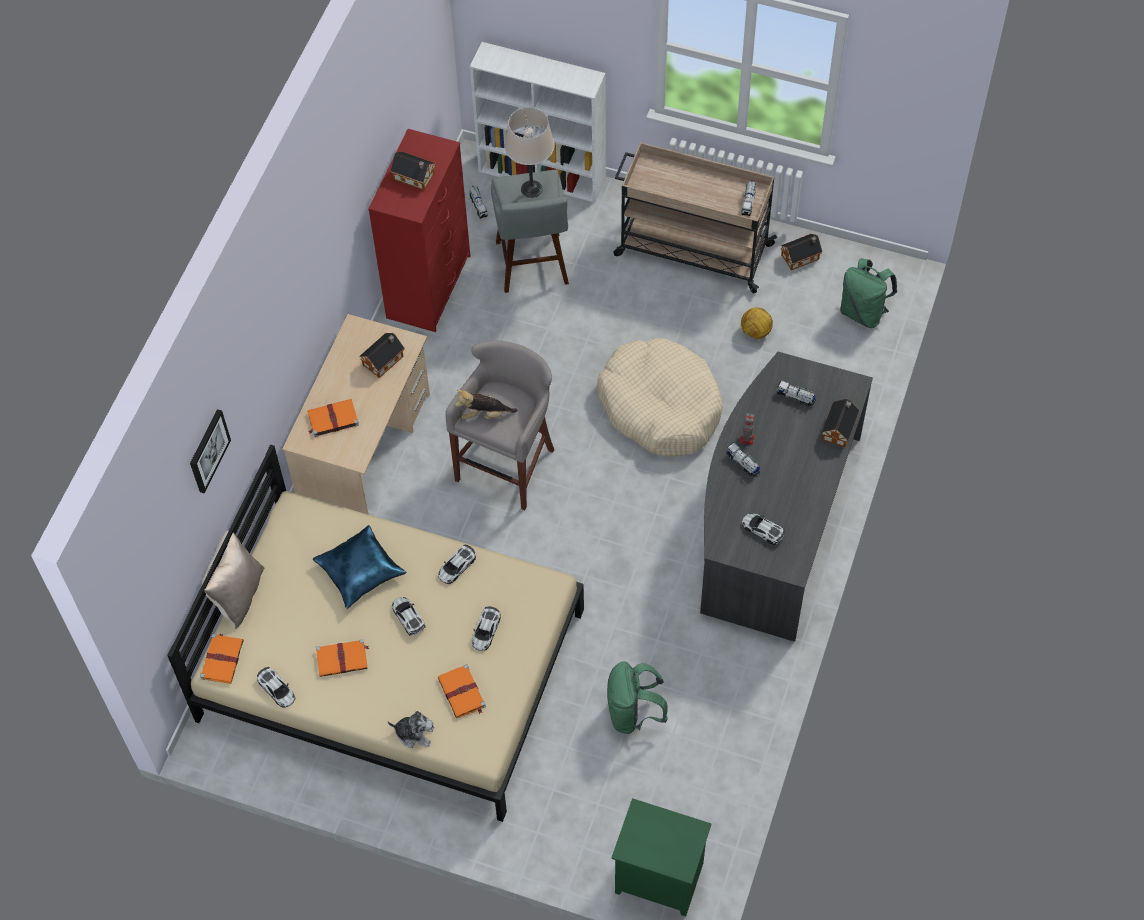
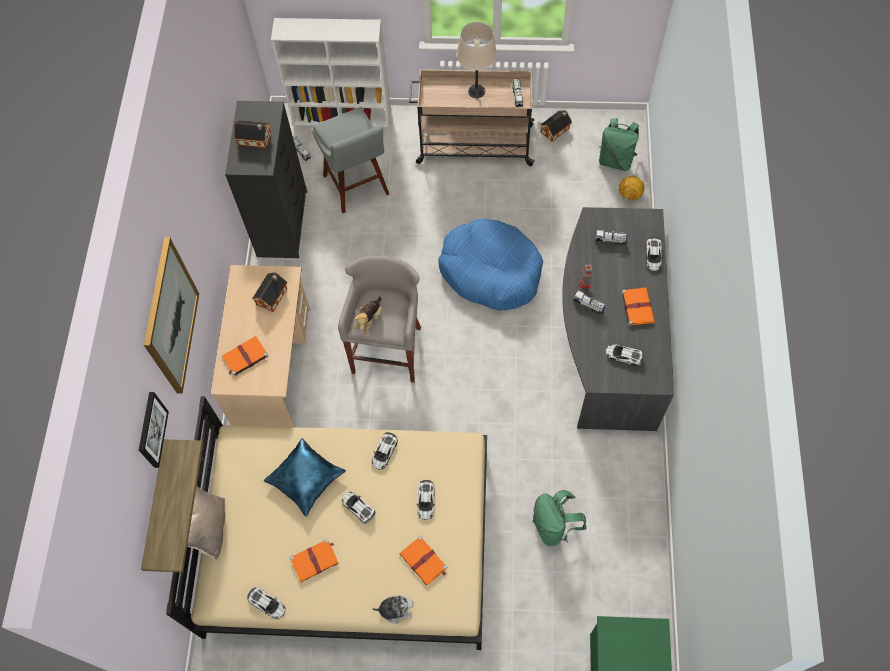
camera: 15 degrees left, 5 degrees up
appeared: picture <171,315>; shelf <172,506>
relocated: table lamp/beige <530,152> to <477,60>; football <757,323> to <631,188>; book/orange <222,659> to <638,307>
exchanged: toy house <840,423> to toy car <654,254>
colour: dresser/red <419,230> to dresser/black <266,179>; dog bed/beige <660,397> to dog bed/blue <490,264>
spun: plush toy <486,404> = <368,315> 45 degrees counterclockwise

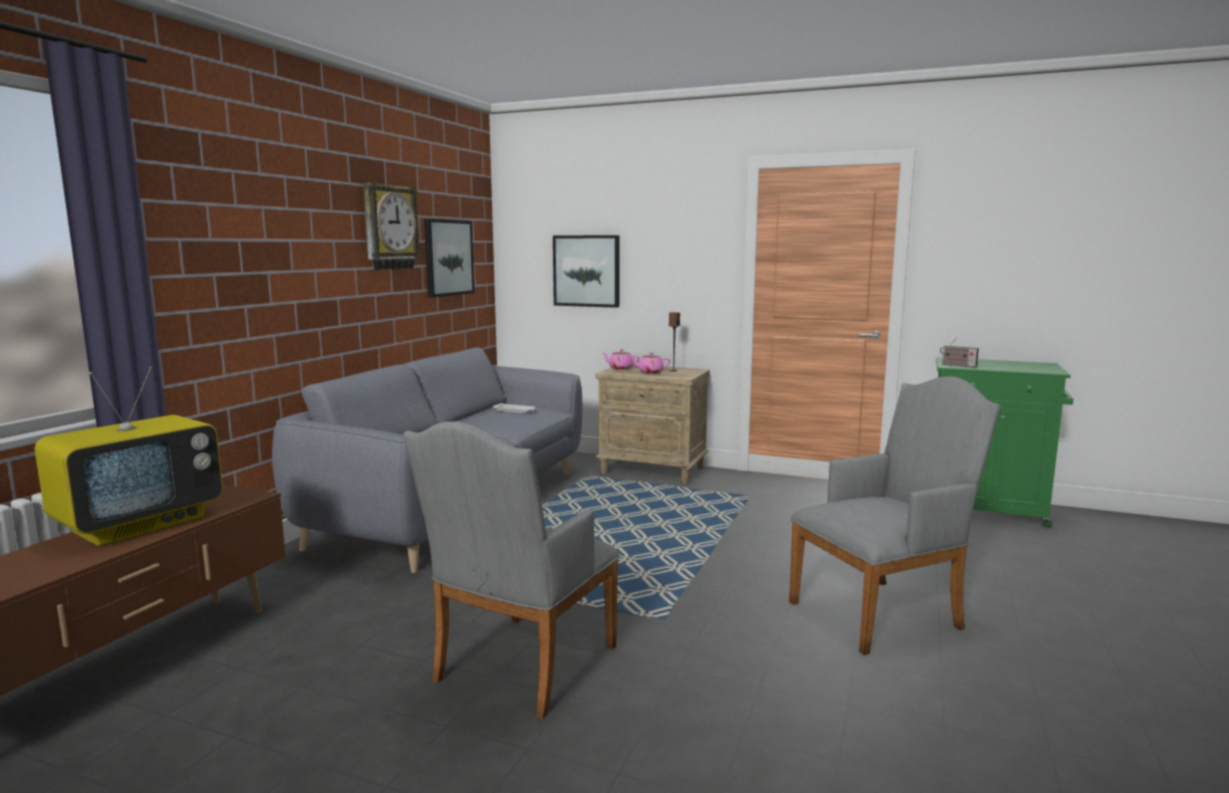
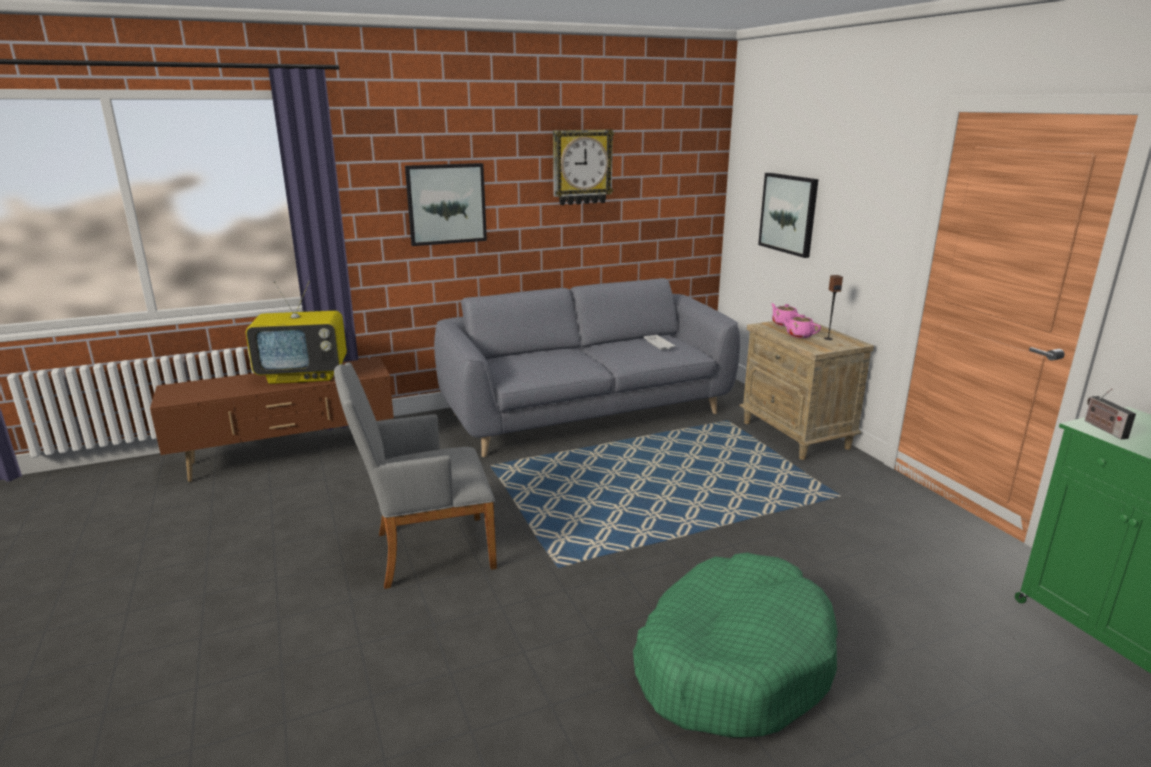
camera: 45 degrees right, 10 degrees up
relocated: picture <449,258> to <446,204>
exchanged: armchair/grey <895,516> to dog bed/green <735,645>

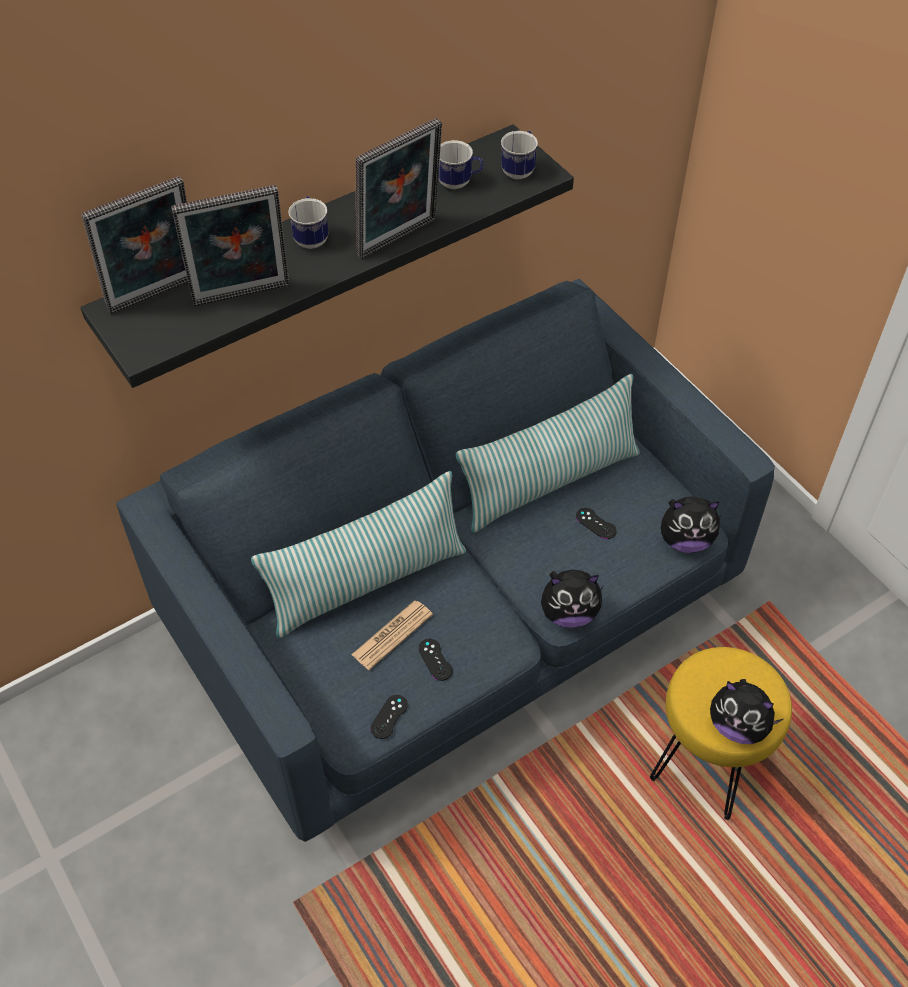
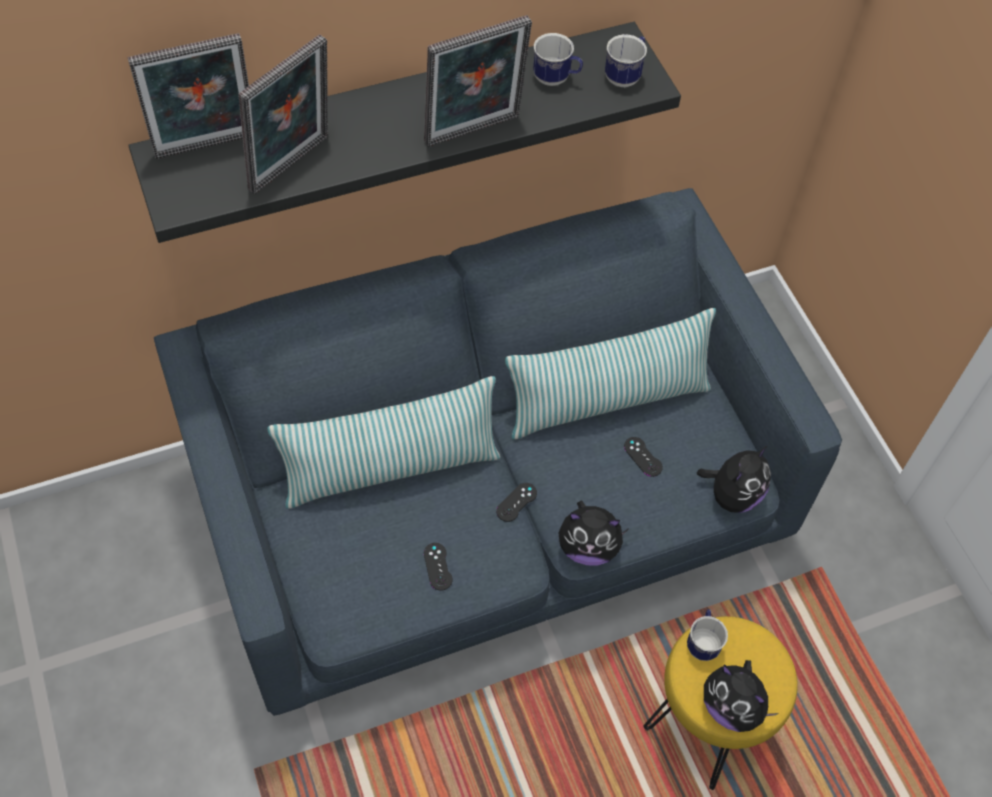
camera: 10 degrees right, 5 degrees up
missing: newspaper <392,635>
relocated: mug <308,222> to <707,635>; game controller/black <389,717> to <516,502>
spun: picture frame <230,245> = <283,114> 45 degrees counterclockwise; plush toy <691,524> = <734,479> 60 degrees counterclockwise

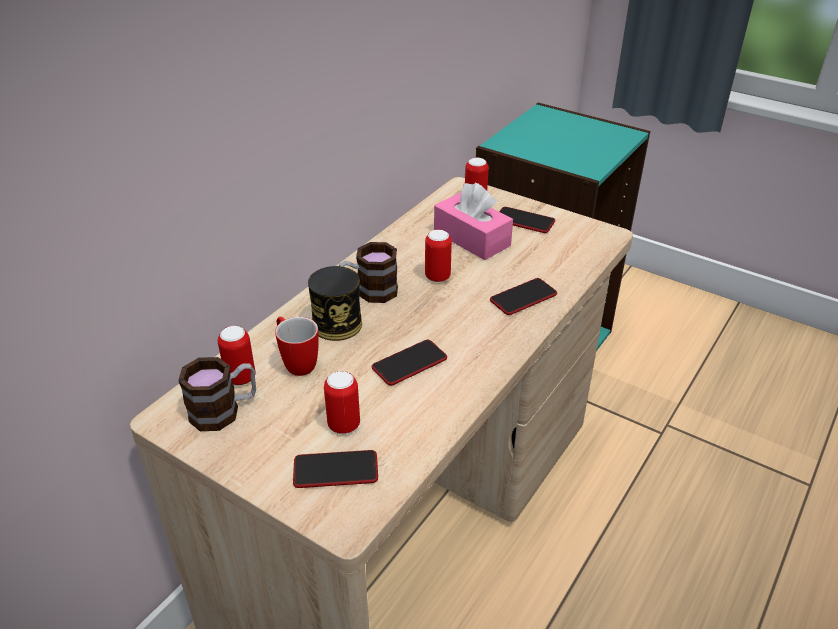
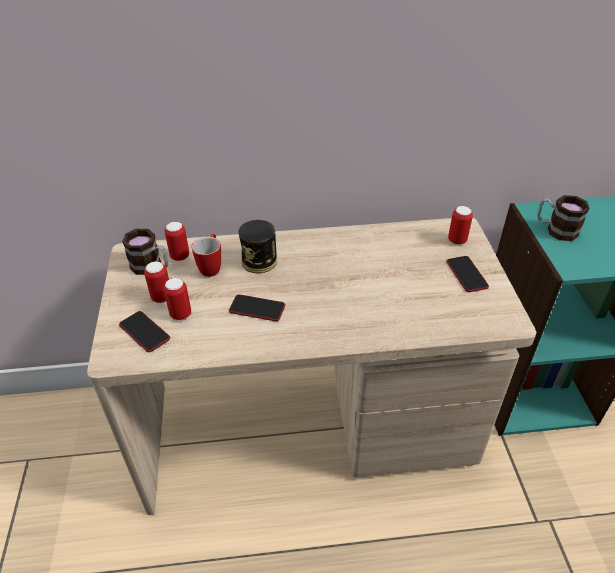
camera: 50 degrees right, 5 degrees up
missing: tissue box/pink <473,221>; phone <523,296>
relocated: can <438,256> to <156,282>; mug <368,272> to <563,218>

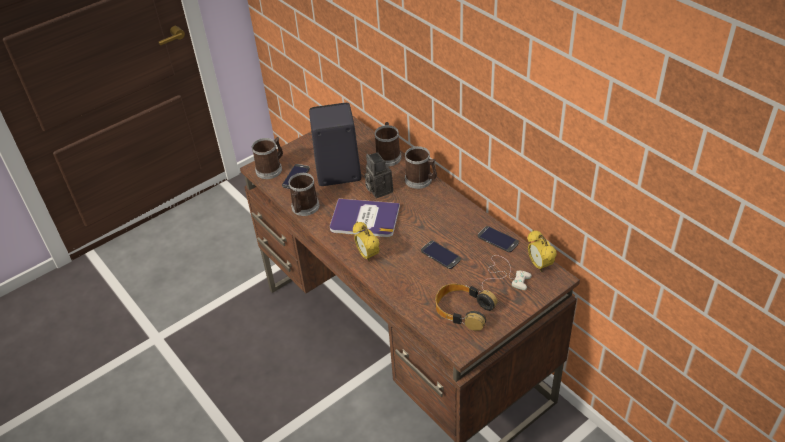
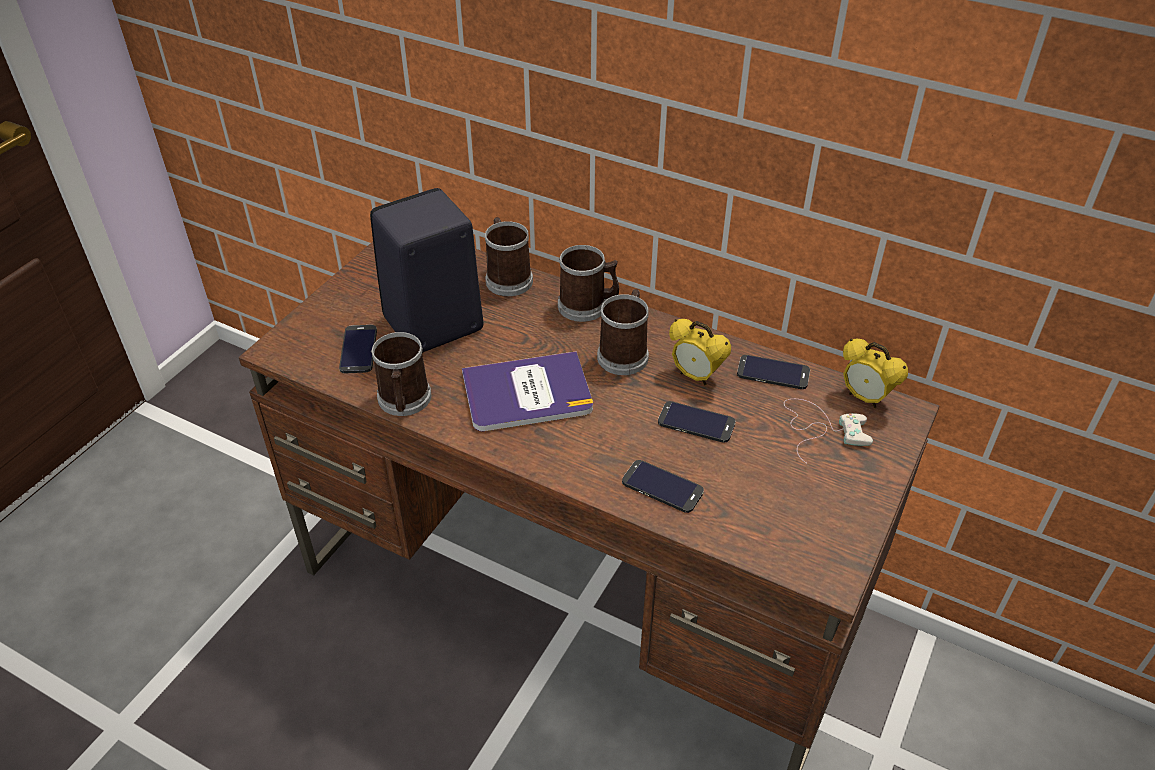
camera: 25 degrees left, 0 degrees up
missing: photo camera <378,175>; headphones <466,307>
appeared: phone <663,486>
relocated: mug <267,158> to <623,332>; alarm clock <366,242> to <700,352>

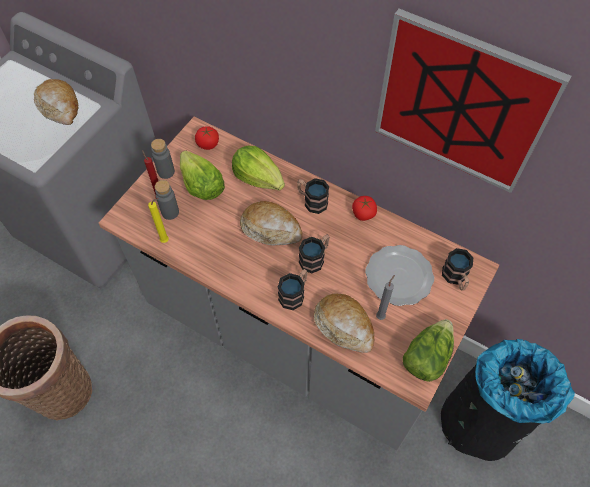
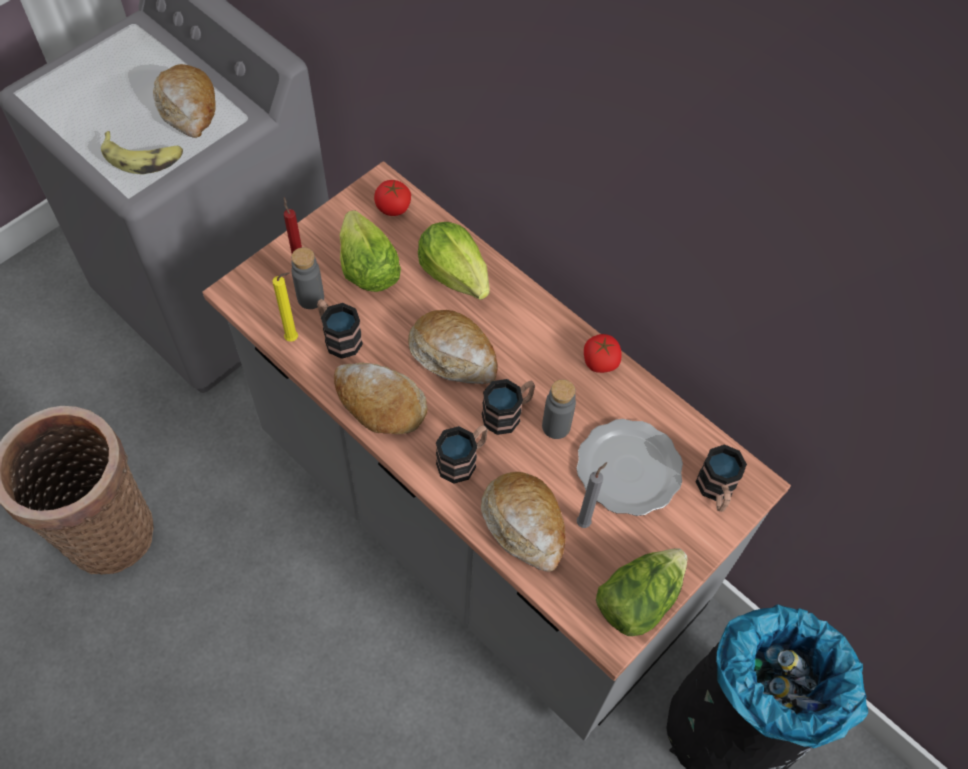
camera: 10 degrees right, 0 degrees up
missing: picture <473,101>
appeared: banana <142,152>; bread <380,398>
relocated: bottle/grey <163,159> to <559,409>; mug <313,196> to <340,329>

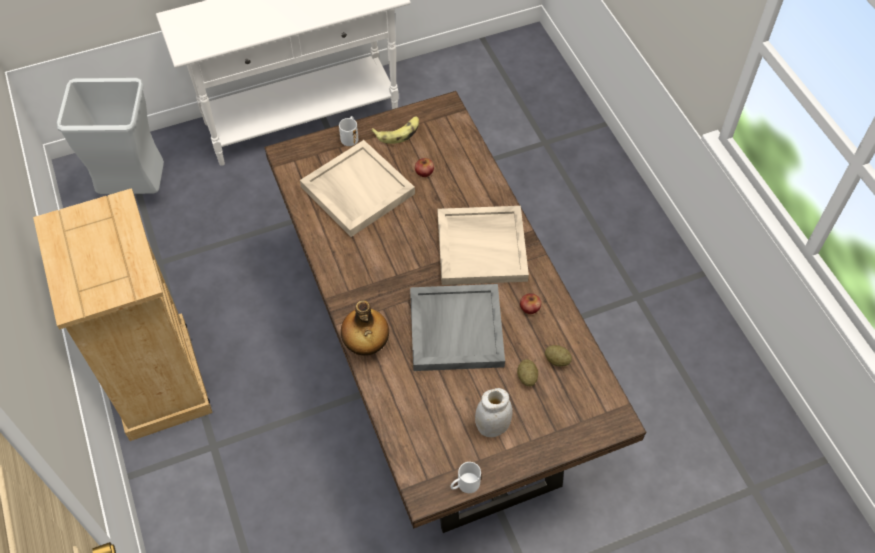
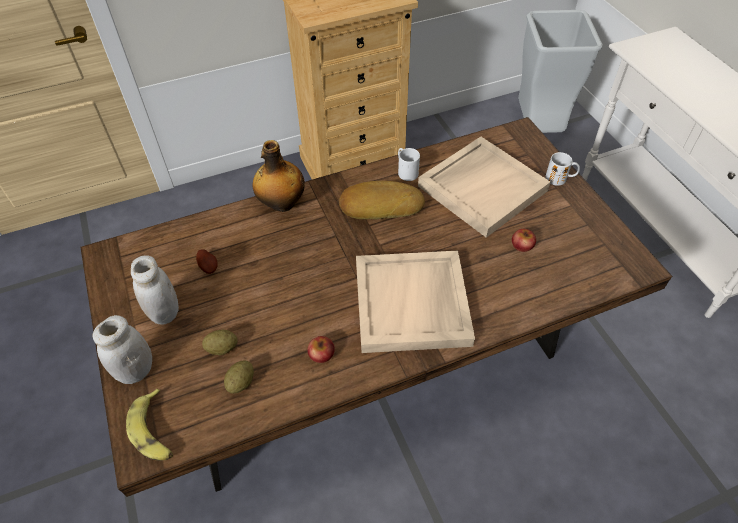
camera: 90 degrees right, 5 degrees down
missing: tray/grey <457,327>
appeared: bread <382,200>; potato <207,261>; jar/white <122,349>
relocated: banana <395,130> to <149,424>; mug/white <465,477> to <409,164>

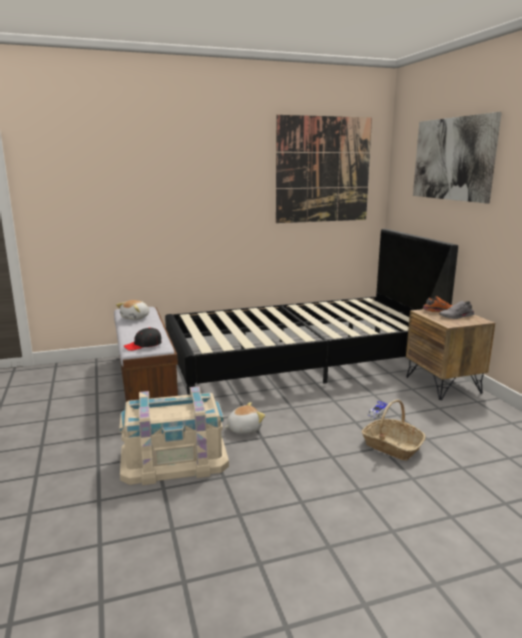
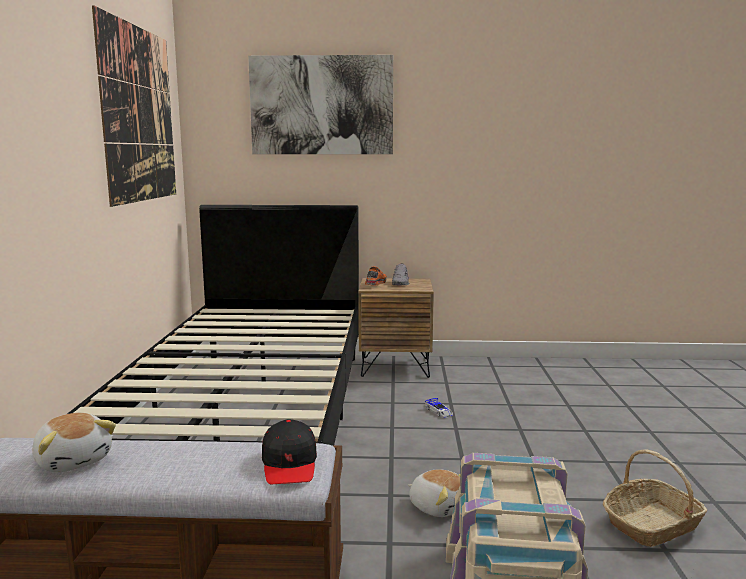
camera: 70 degrees left, 5 degrees down
relocated: basket <393,430> to <655,498>
spun: plush toy <244,418> = <434,493> 135 degrees clockwise

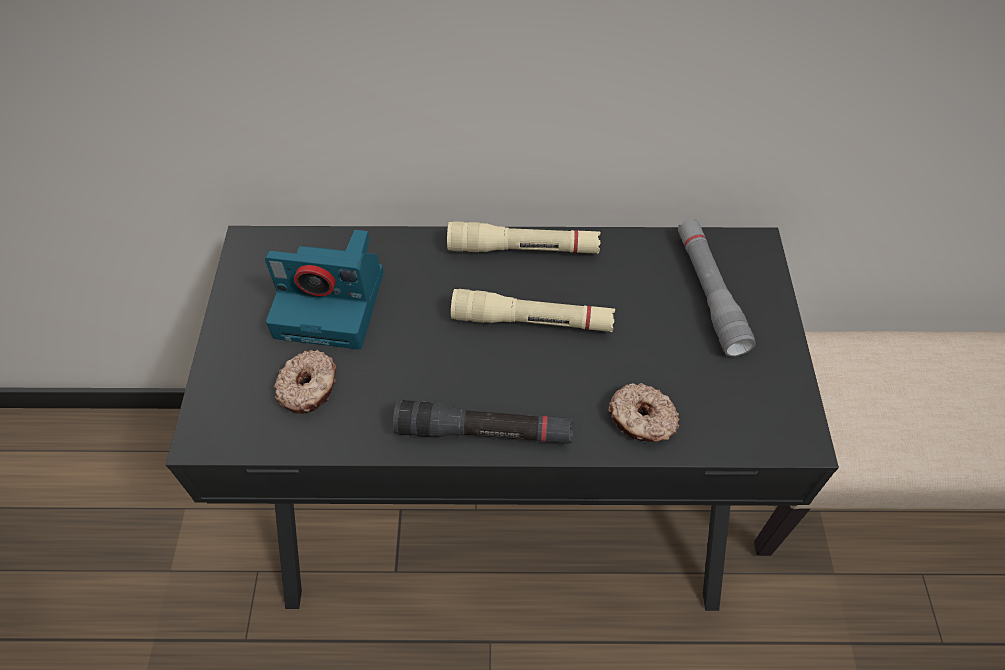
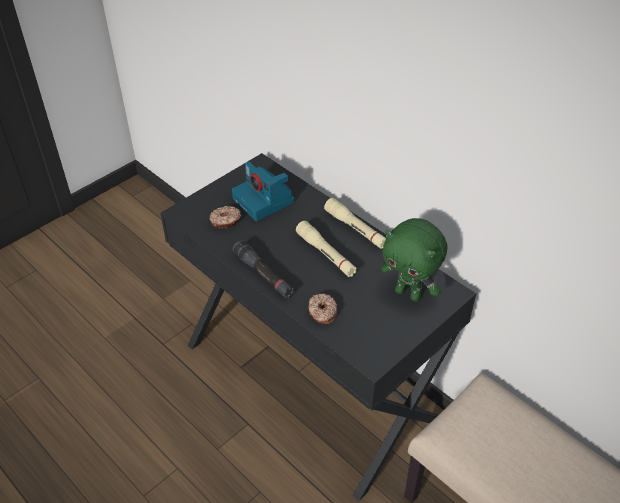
camera: 45 degrees right, 10 degrees down
exchanged: flashlight/grey <717,288> to plush toy/green <414,260>

